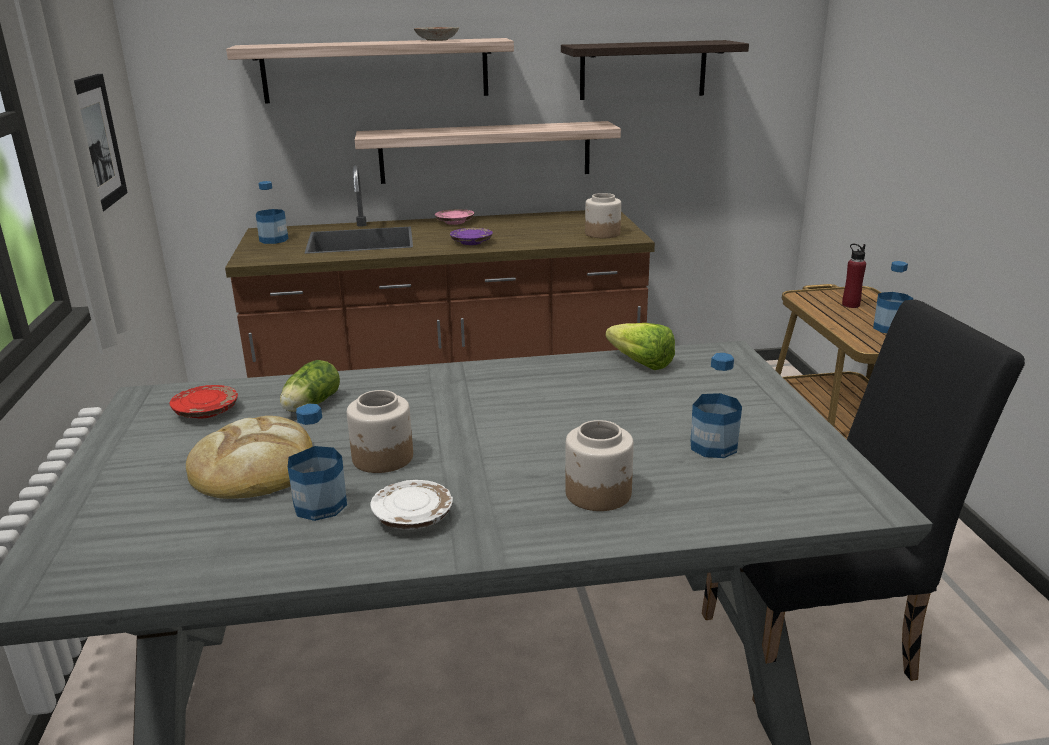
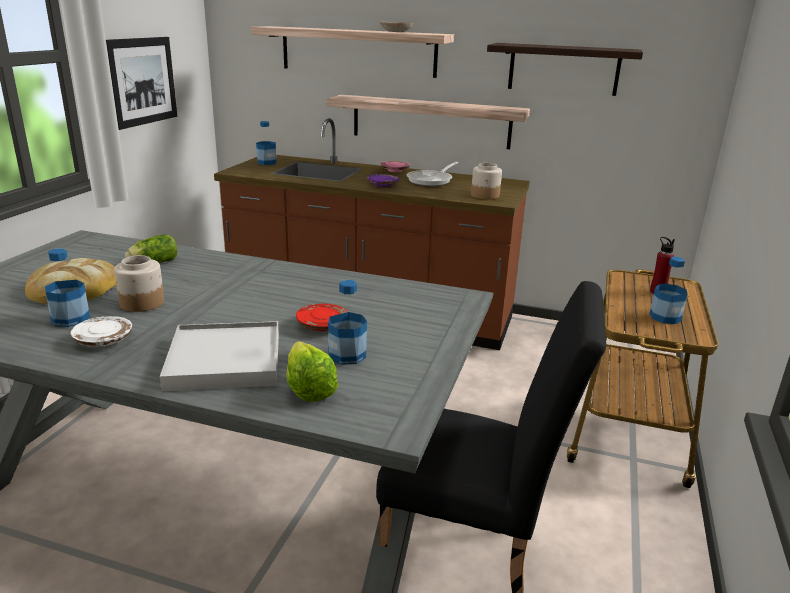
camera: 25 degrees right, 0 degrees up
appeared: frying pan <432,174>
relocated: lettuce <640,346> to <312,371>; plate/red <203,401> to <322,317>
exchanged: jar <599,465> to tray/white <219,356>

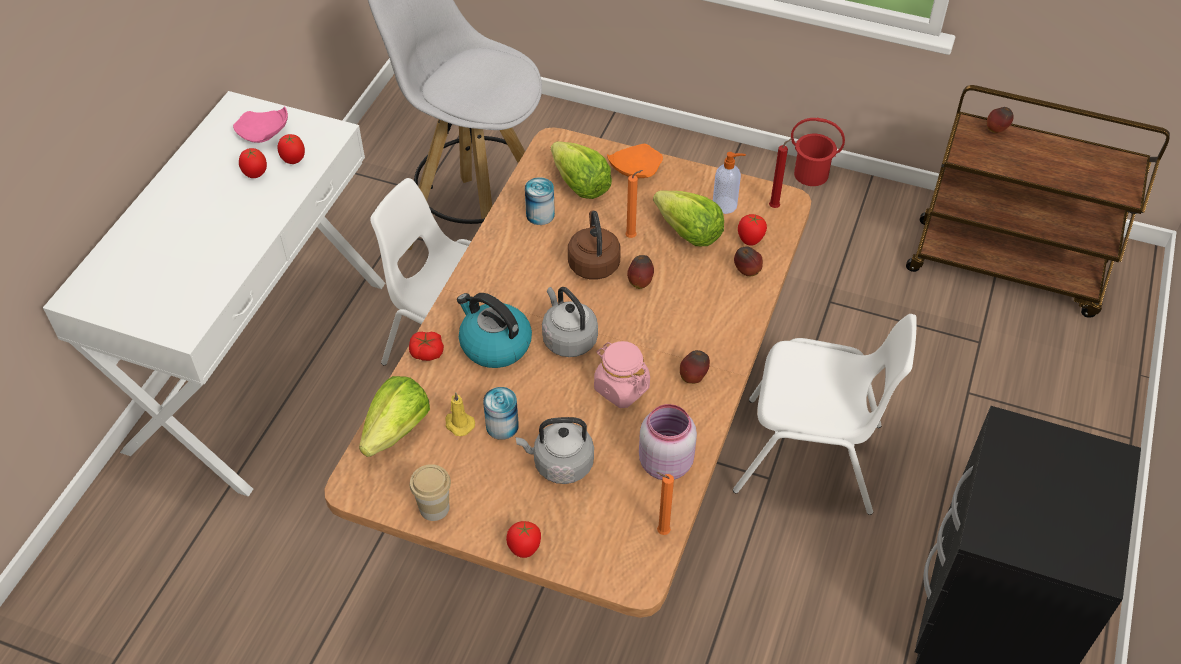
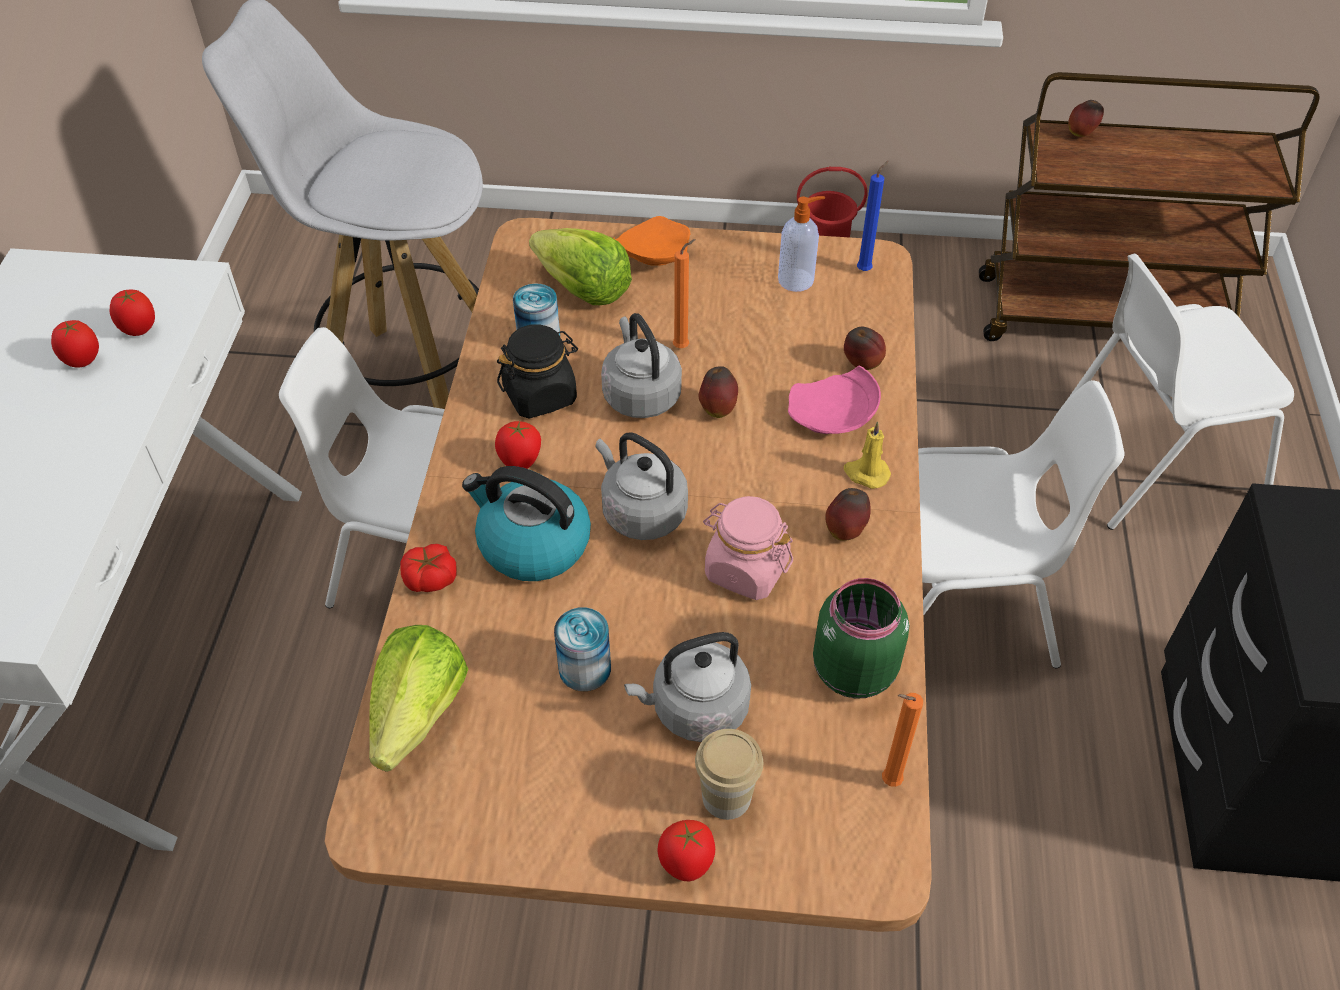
camera: 15 degrees left, 0 degrees up
missing: lettuce <688,218>
appeared: chair/white <1180,392>; jar/black <537,372>
relocated: plate/pink <260,124> to <834,400>; tomato <752,230> to <518,445>; candle/yellow <460,414> to <867,455>; cup <430,492> to <729,774>
colour: candle/red <780,173> to candle/blue <873,215>; kettle/brown <594,245> to kettle/grey <641,365>; jar/pink <668,442> to jar/green <861,638>

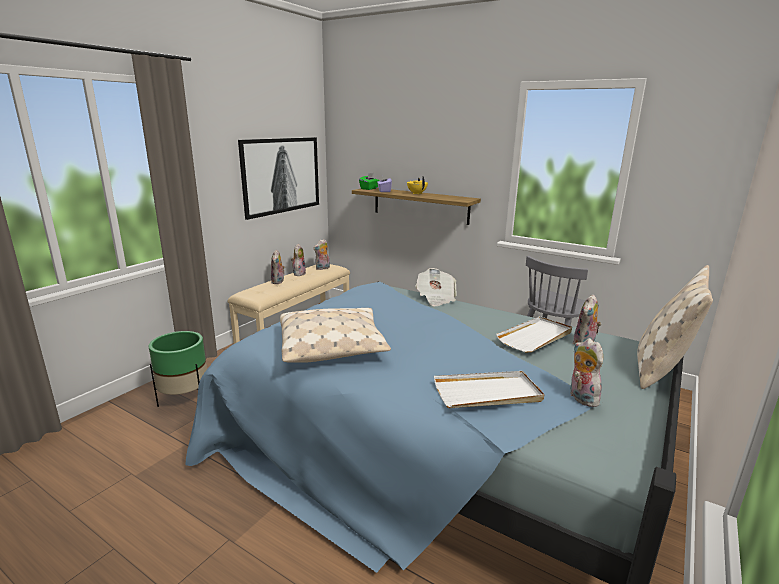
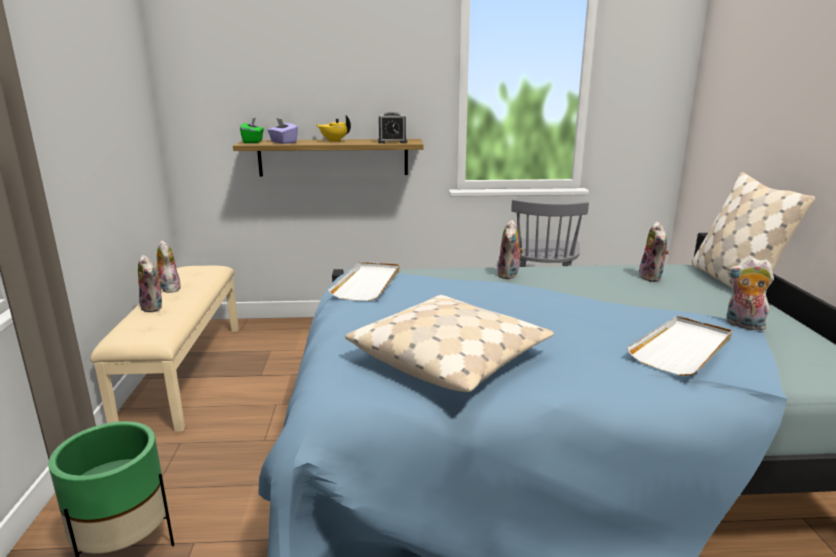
camera: 35 degrees left, 0 degrees up
missing: picture <278,178>; newspaper <436,287>
appeared: alarm clock <392,127>
relocated: plush toy <321,254> to <510,249>; tray/white <534,334> to <363,281>

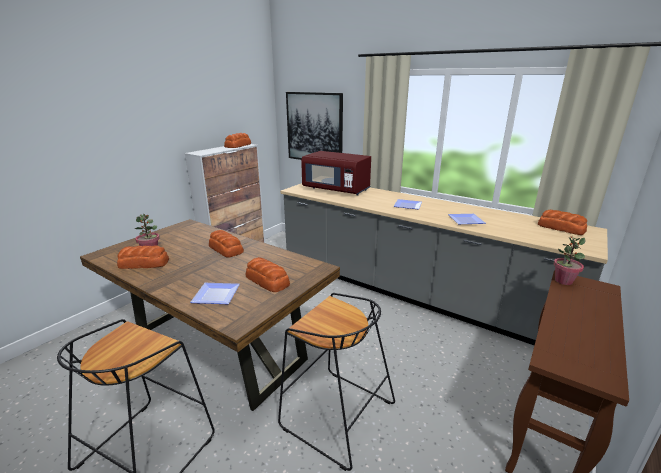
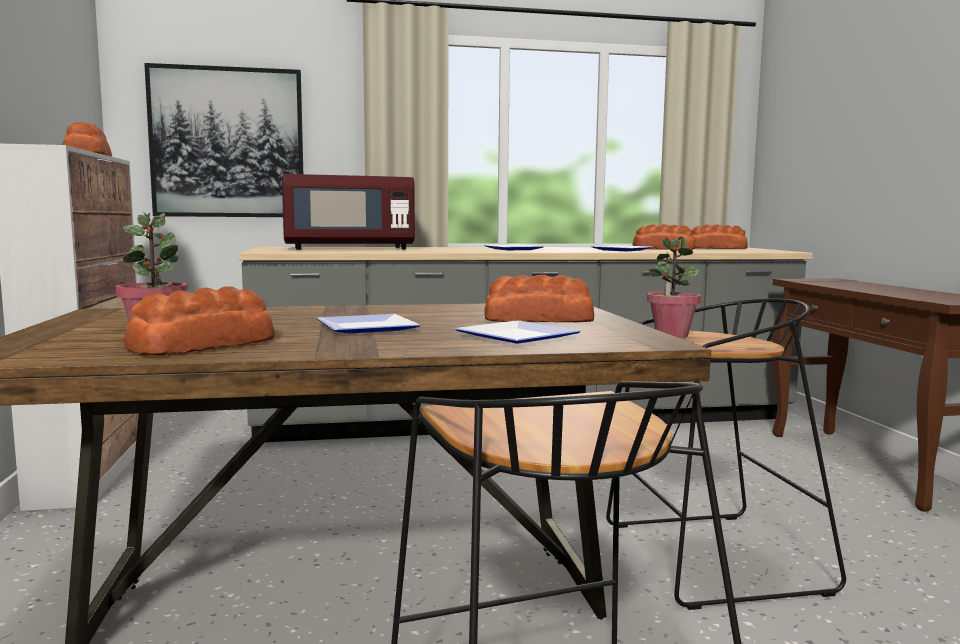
camera: 45 degrees left, 15 degrees down
appeared: plate <369,323>
relocated: bread <226,244> to <663,237>; potted plant <569,260> to <674,287>

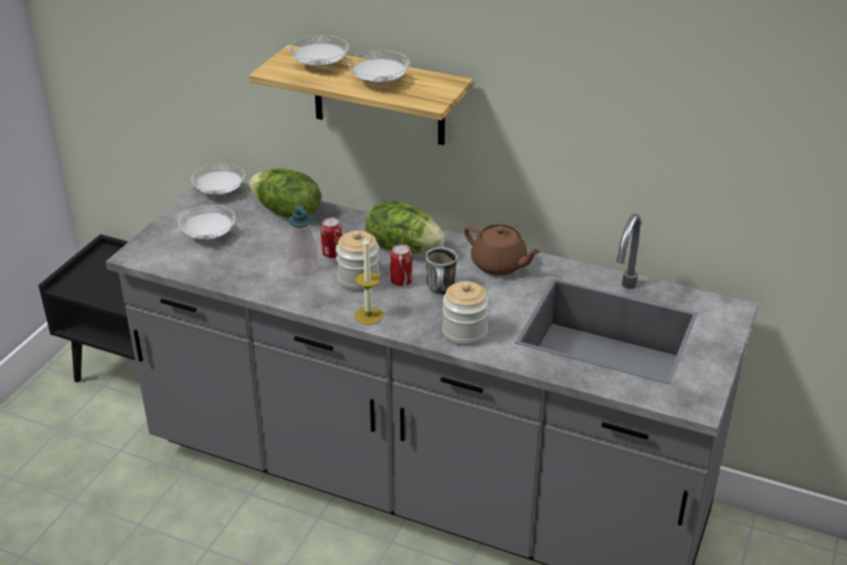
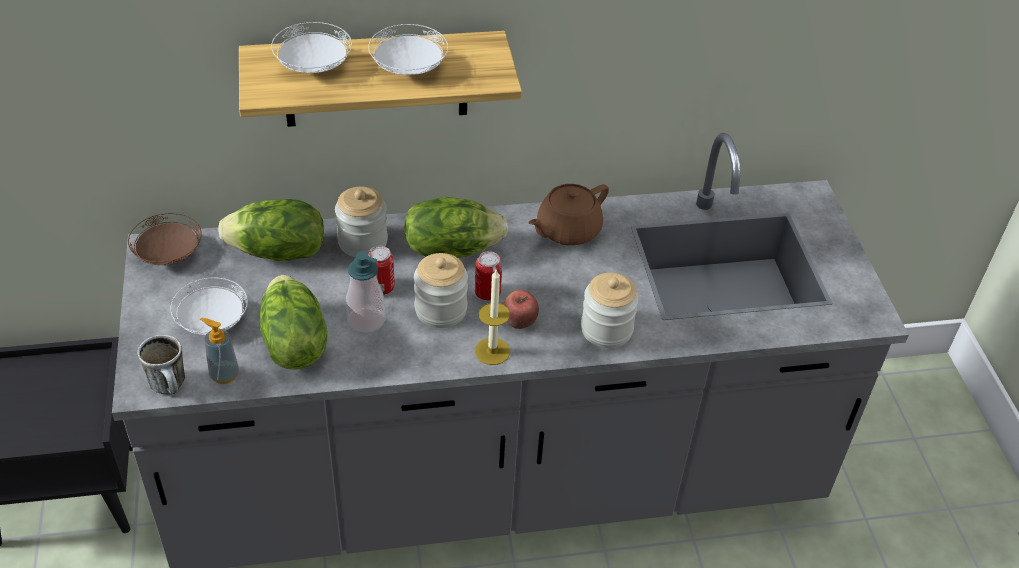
camera: 35 degrees left, 10 degrees up
appeared: jar <361,222>; lettuce <293,322>; apple <521,309>; soap dispenser <219,351>
relocated: mug <441,270> to <161,364>
colour: plate/white <218,179> to plate/brown <165,239>
spun: teapot/brown <503,249> = <568,215> 135 degrees clockwise

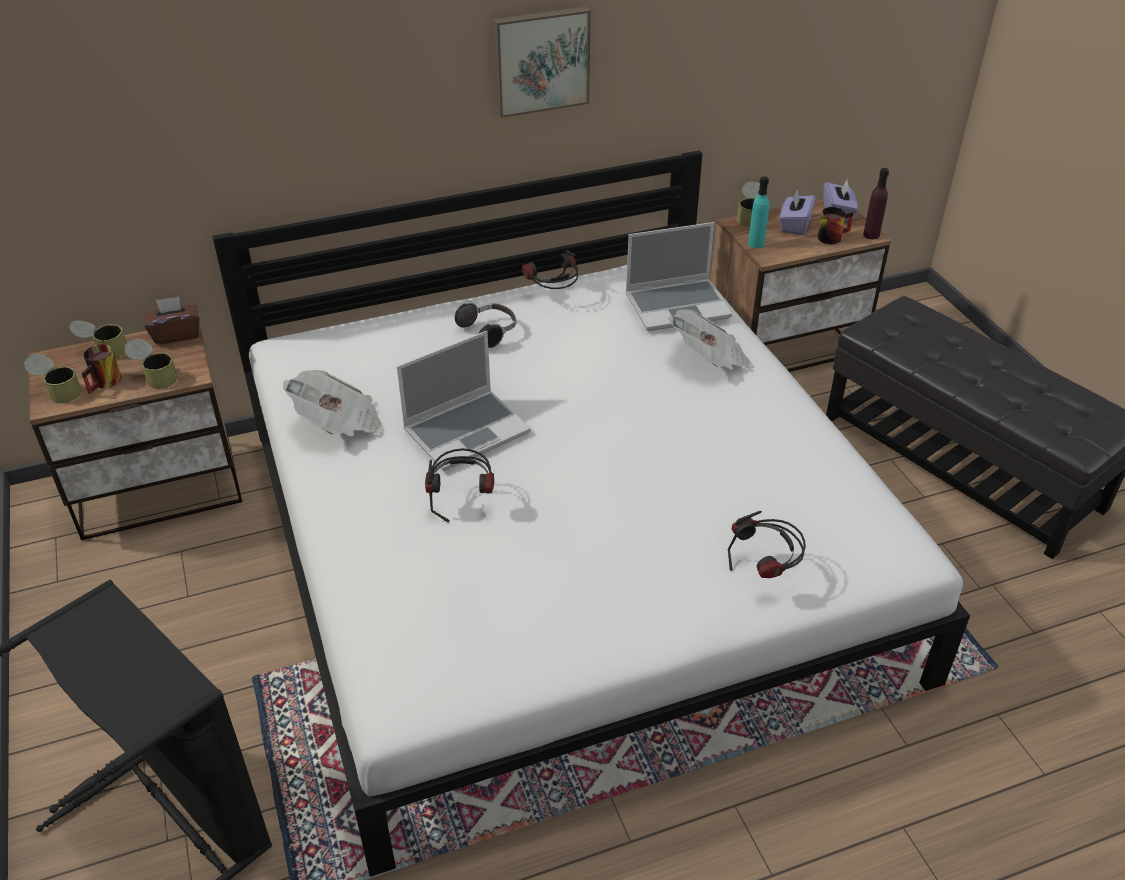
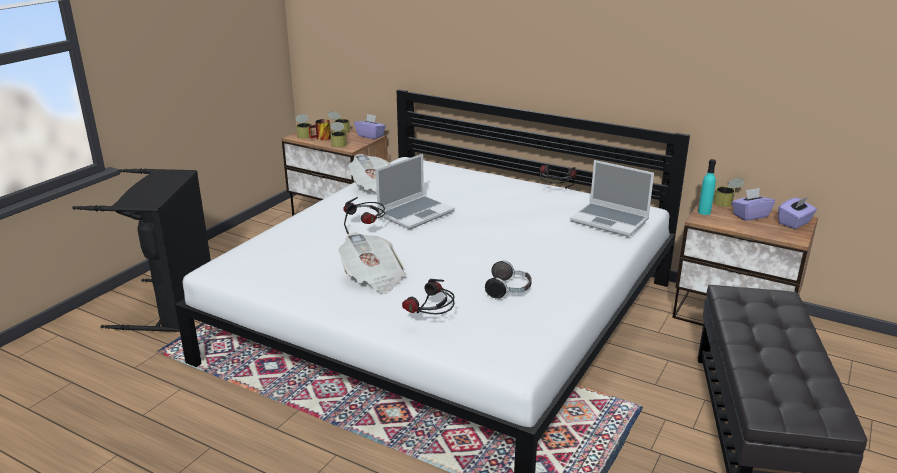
camera: 50 degrees right, 15 degrees down
missing: picture <542,62>; bottle/purple <876,203>; mug <835,225>
relocated: headphones <485,325> to <508,280>; newspaper <711,339> to <372,263>
colour: tissue box/brown <171,320> to tissue box/purple <370,126>
spun: laptop <464,401> = <415,191> 60 degrees counterclockwise

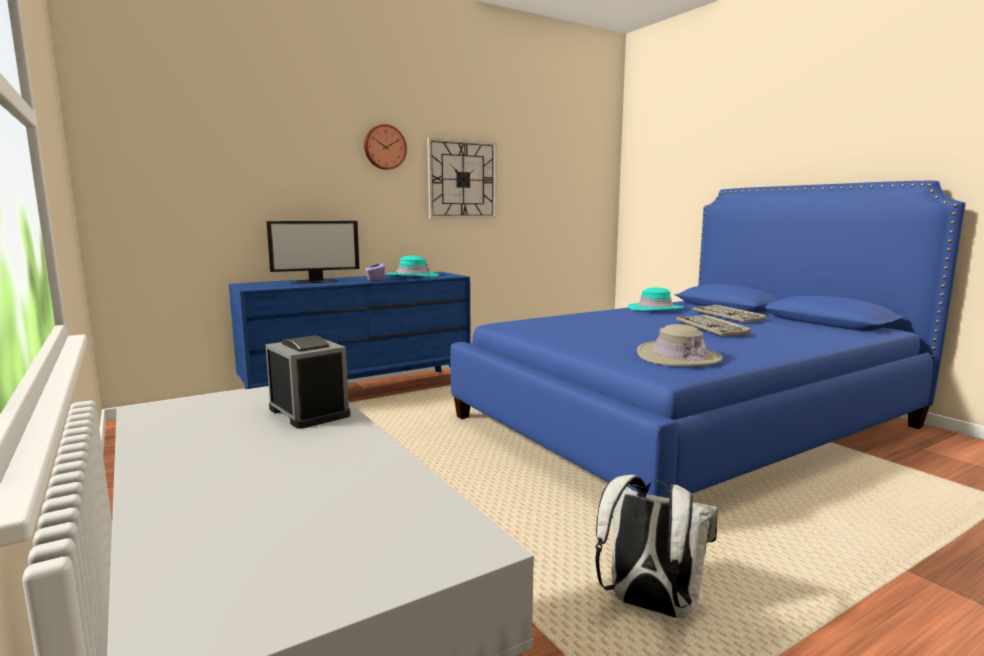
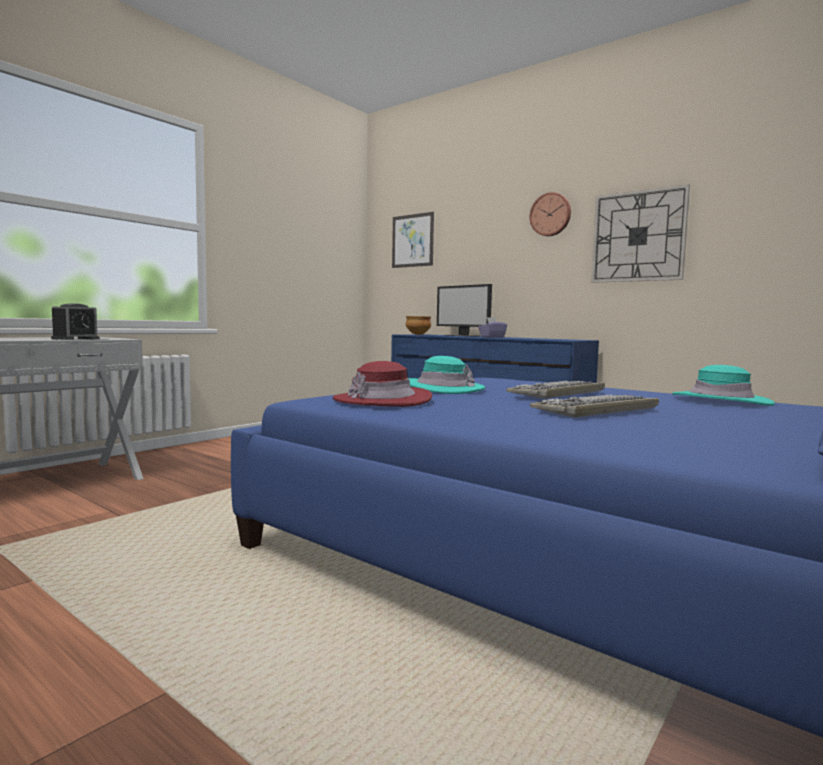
camera: 70 degrees right, 5 degrees down
missing: backpack/white <656,546>
appeared: picture <413,240>; bowl <418,325>
relocated: hat/turquoise <413,266> to <446,375>; keyboard <729,313> to <555,390>
colour: hat/beige <680,345> to hat/red <382,384>

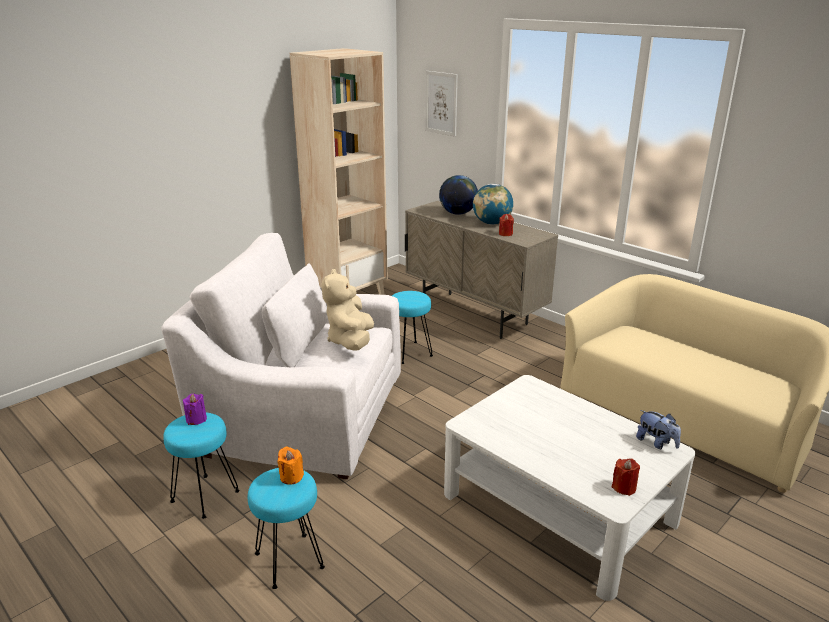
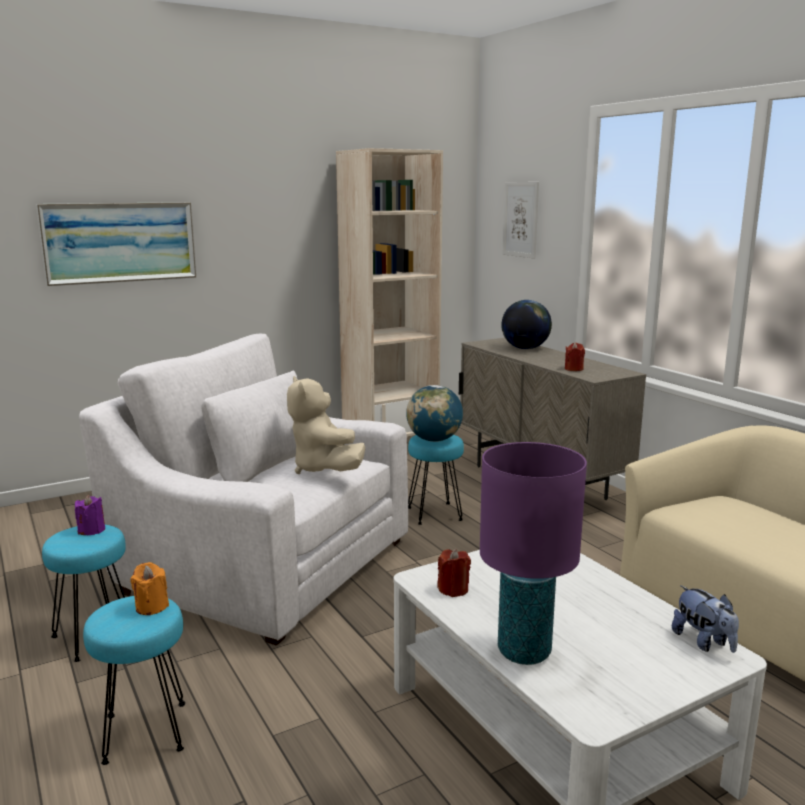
camera: 15 degrees right, 10 degrees down
appeared: picture <116,244>; table lamp/purple <533,553>
relocated: globe <493,204> to <434,413>; candle/red <626,477> to <454,573>
spun: plush toy/beige <347,310> = <326,425> 45 degrees counterclockwise

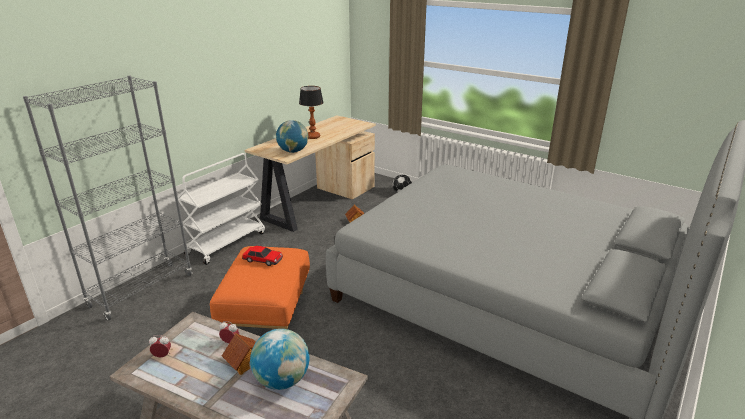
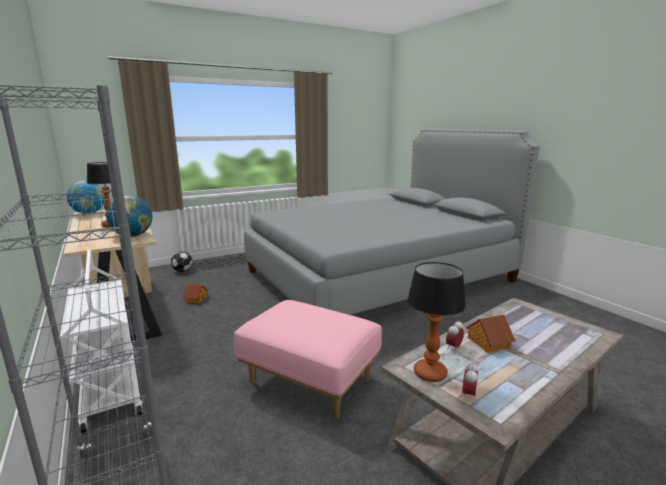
camera: 65 degrees left, 10 degrees down
missing: toy car <262,256>
appeared: table lamp <436,322>
relocated: globe <279,359> to <85,197>
colour: ottoman/orange <260,287> to ottoman/pink <308,359>

